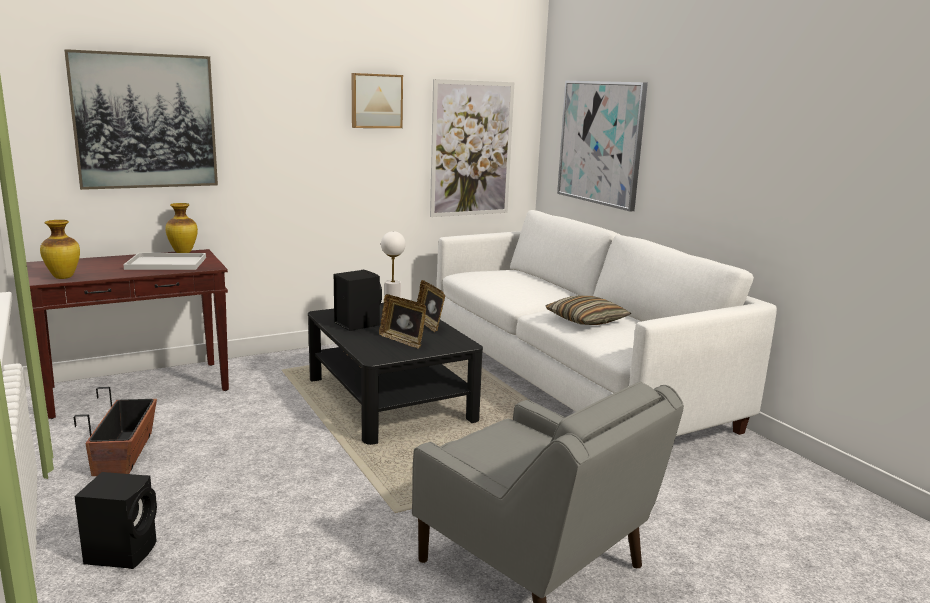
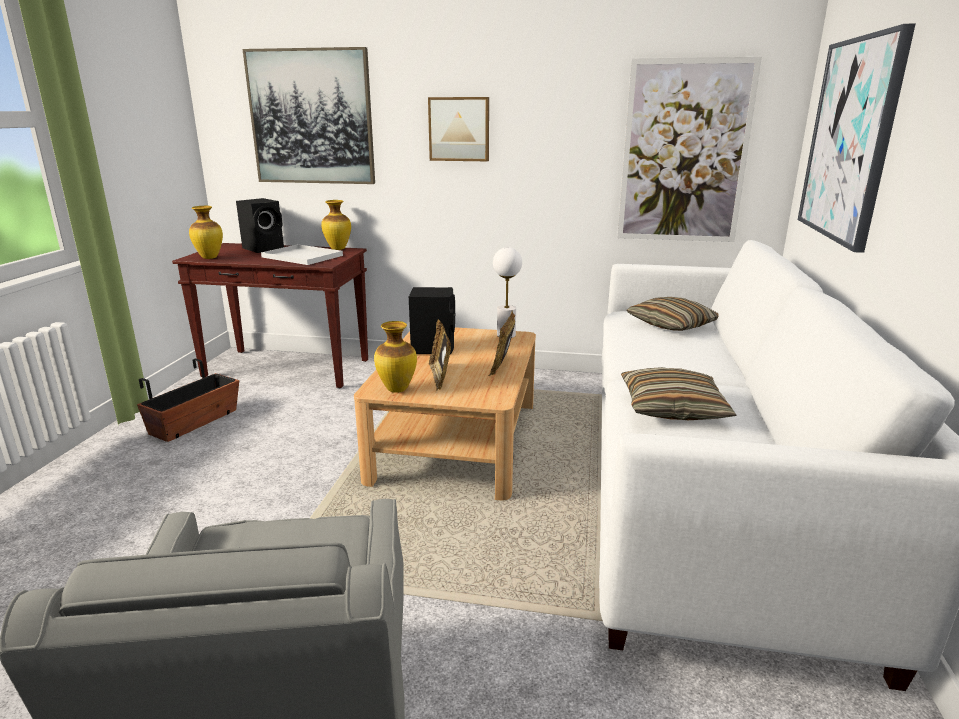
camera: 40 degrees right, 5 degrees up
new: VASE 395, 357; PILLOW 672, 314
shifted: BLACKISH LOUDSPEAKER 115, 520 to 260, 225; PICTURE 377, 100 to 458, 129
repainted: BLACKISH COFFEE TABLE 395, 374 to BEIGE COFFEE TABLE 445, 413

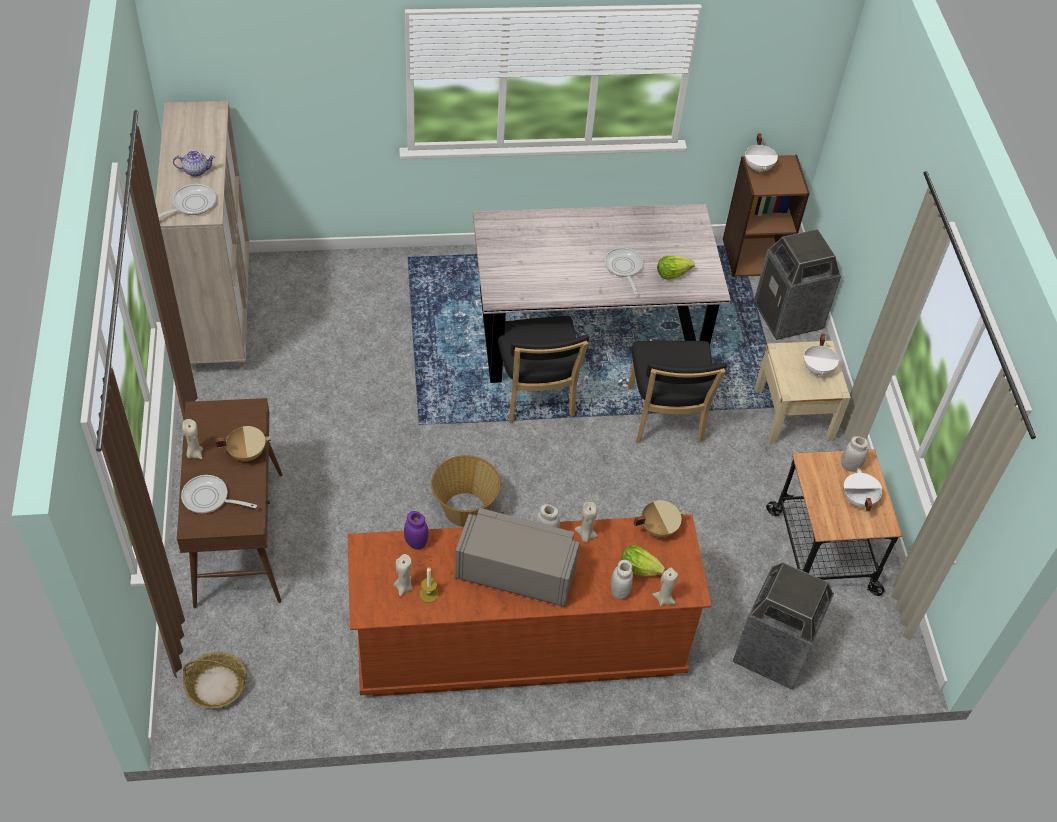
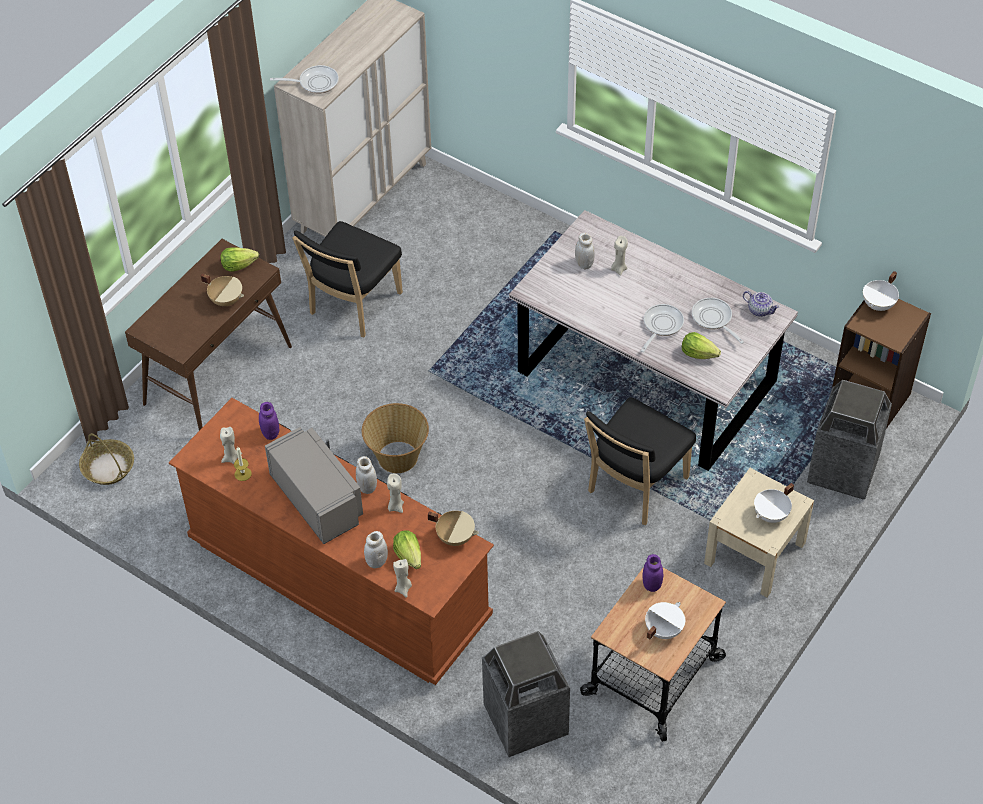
camera: 45 degrees right, 0 degrees up
new: LETTUCE HEAD 239, 259; PURPLE-COLOURED STORAGE JAR 653, 573
shifted: TEAPOT 194, 163 to 761, 304; FRYING PAN 219, 494 to 718, 321; BEIGE WAX LIGHT 192, 439 to 619, 256; BLACKISH UPRIGHT CHAIR 543, 369 to 347, 279; WHITE STORAGE JAR 855, 454 to 585, 251

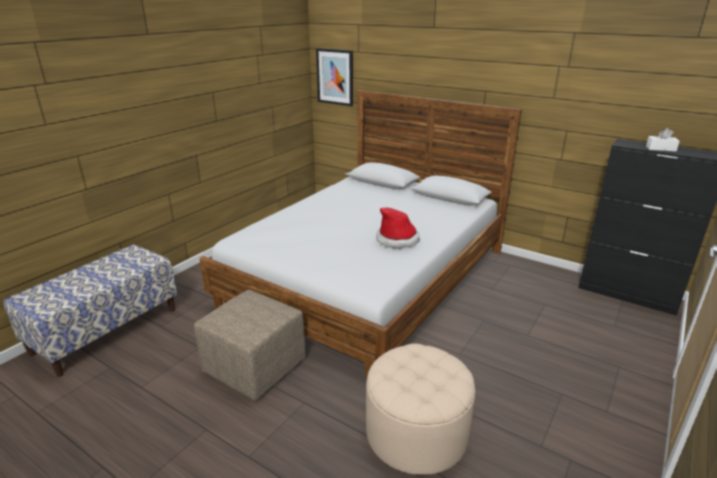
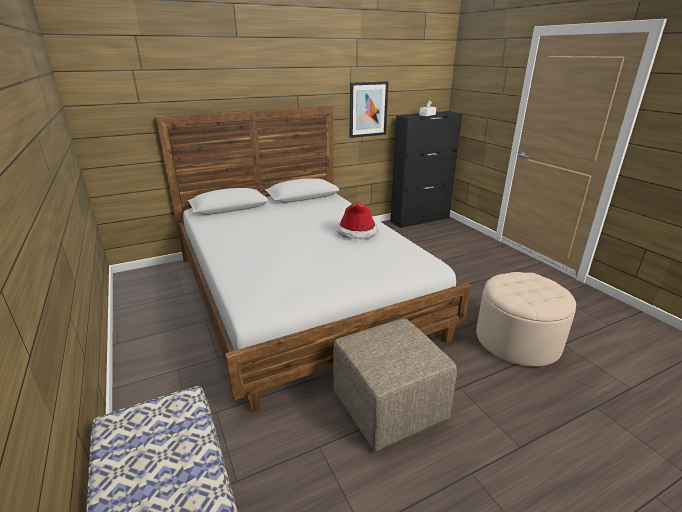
camera: 60 degrees left, 0 degrees up
shifted: PICTURE 334, 77 to 369, 109

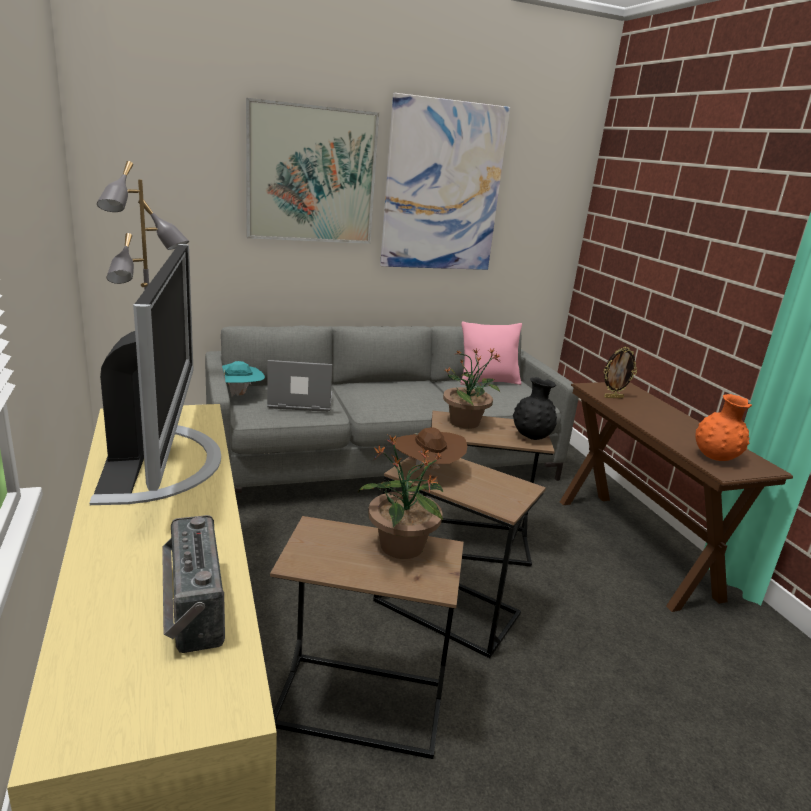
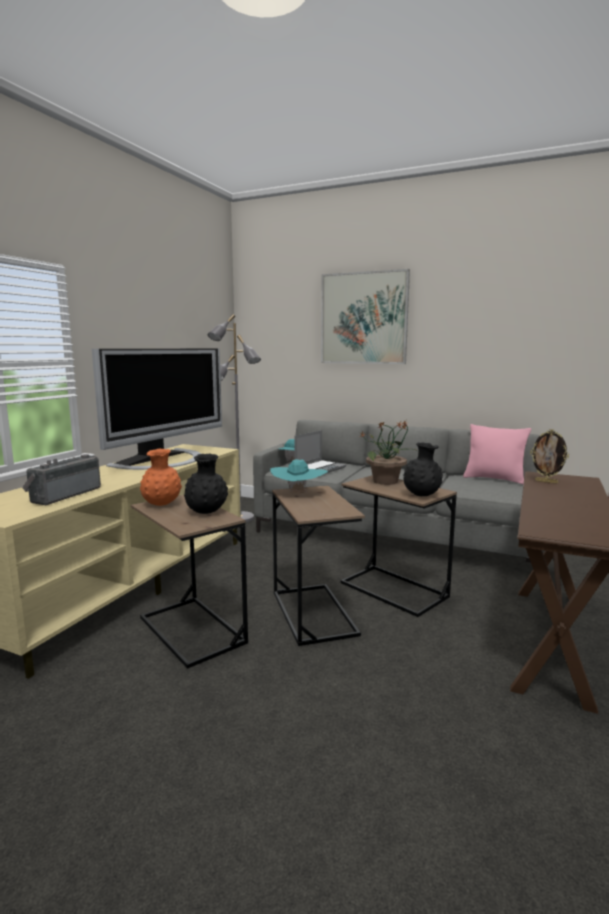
camera: 45 degrees right, 10 degrees down
gone: PICTURE 445, 181
shifted: ORANGEY VASE 723, 427 to 161, 477
swapped: POTTED PLANT 400, 497 to BLACKISH VASE 206, 483
repainted: BROWN-COLOURED CLOTHING HAT 430, 449 to BLUE-GREEN CLOTHING HAT 299, 476
rotated: NOTEBOOK COMPUTER 299, 386 = 320, 452 90 degrees clockwise

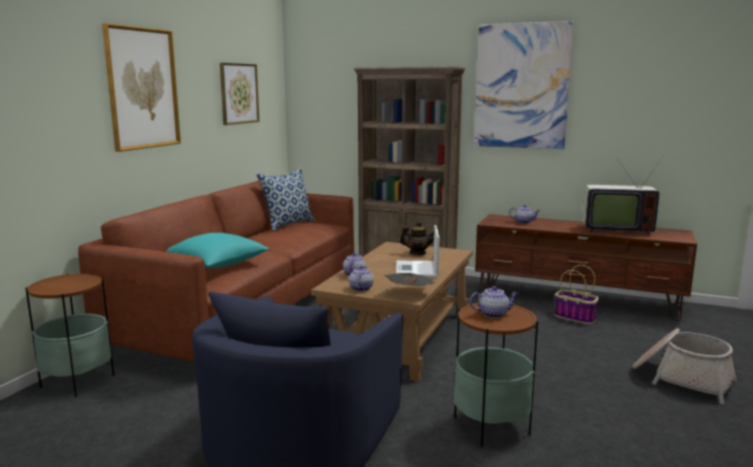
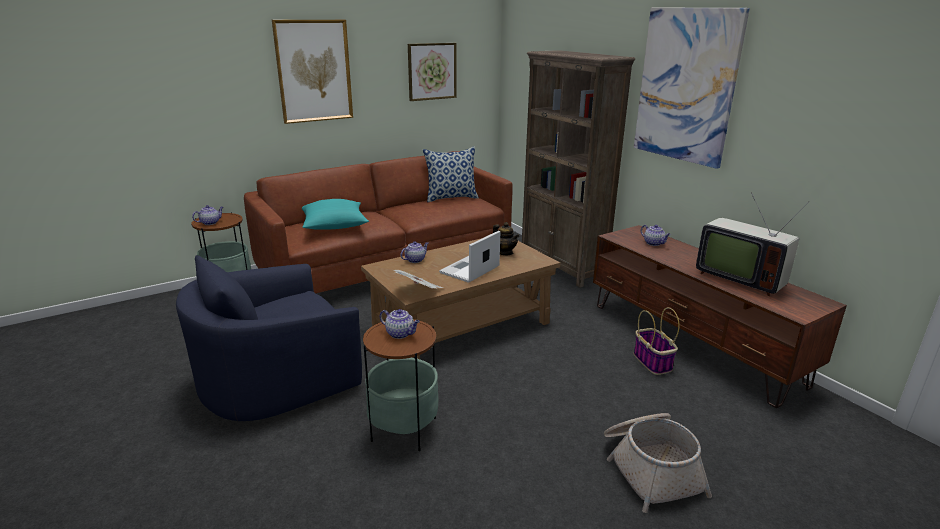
camera: 35 degrees right, 10 degrees up
shifted: TEAPOT 361, 278 to 207, 215

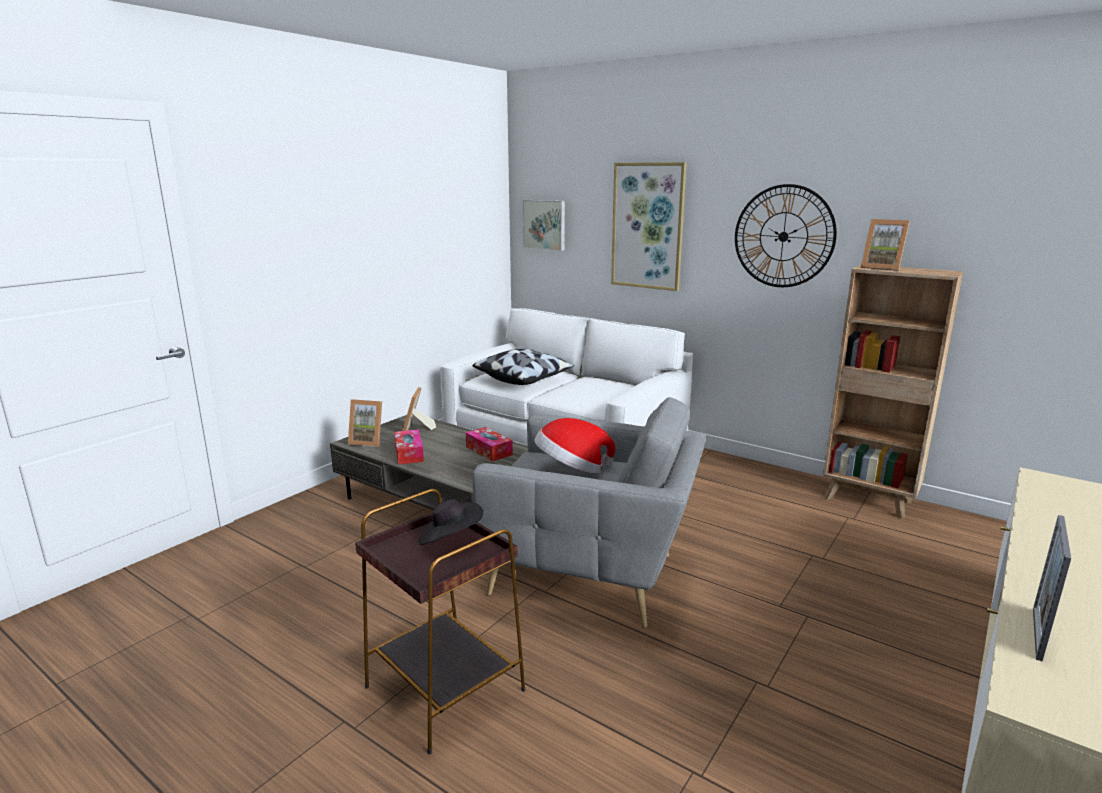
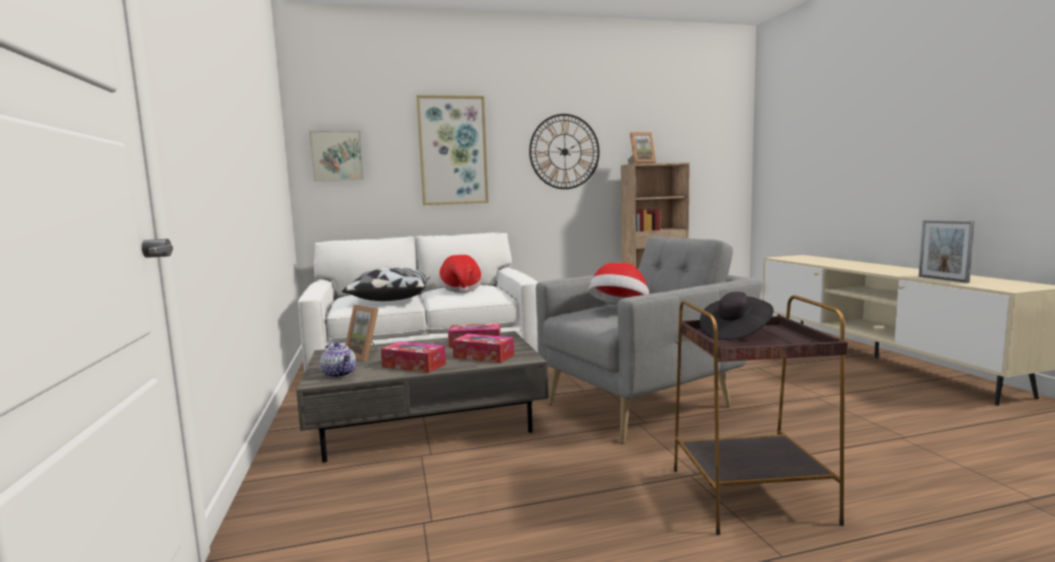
camera: 50 degrees left, 10 degrees down
new: CLOTHING HAT 460, 274; TISSUE HOLDER 483, 348
swapped: PICTURE FRAME 365, 423 to TEAPOT 338, 360

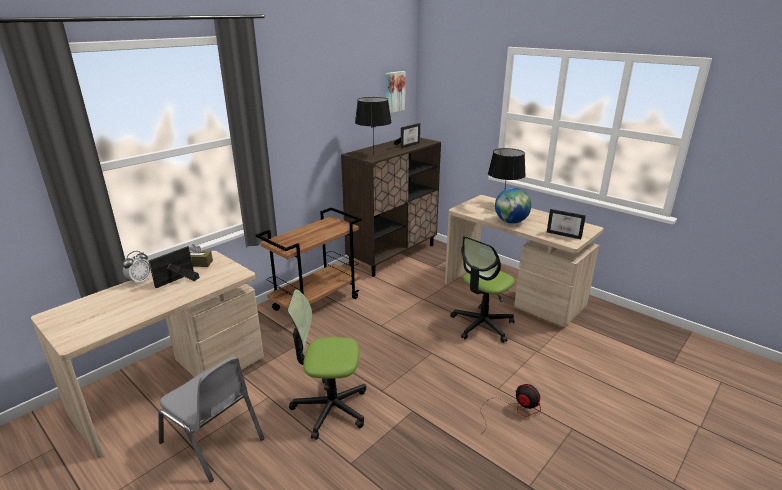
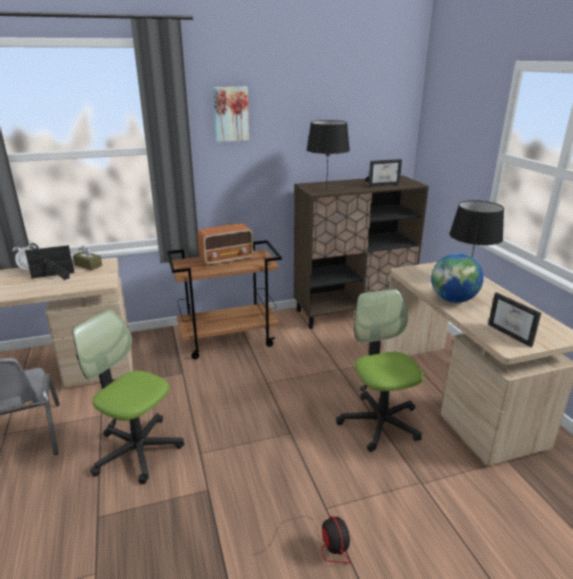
camera: 30 degrees right, 0 degrees up
new: RADIO 225, 244
shifted: PICTURE 395, 92 to 231, 114
rotated: OFFICE CHAIR 482, 289 = 380, 370 90 degrees clockwise

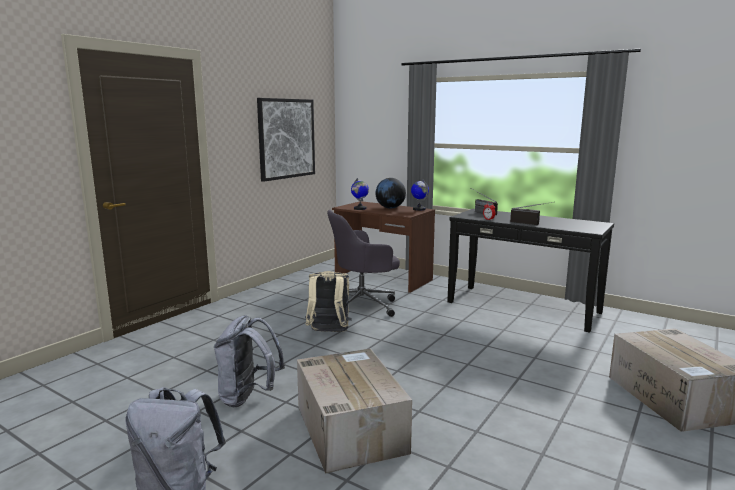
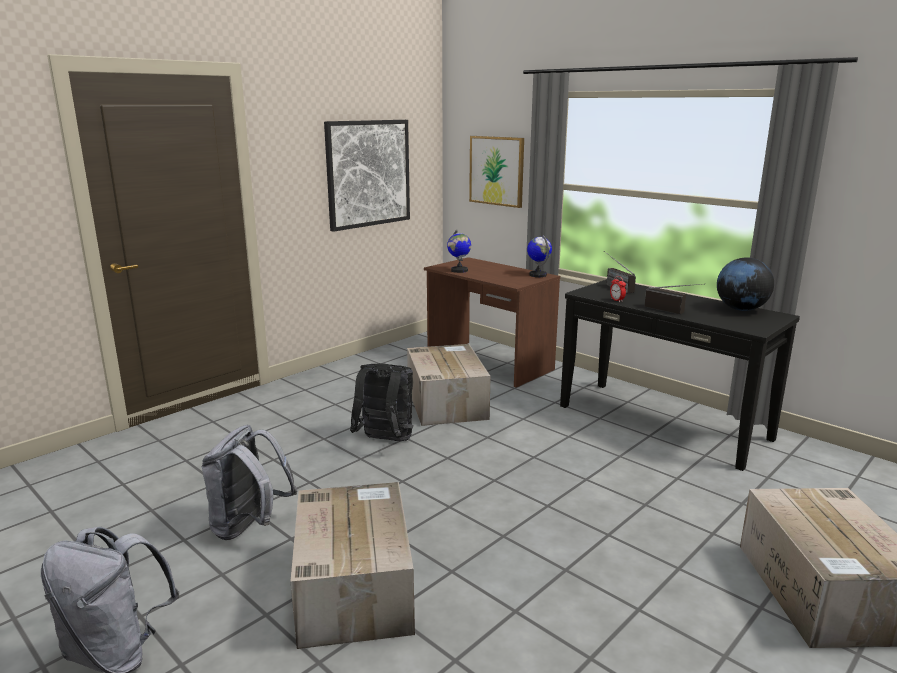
camera: 10 degrees right, 5 degrees up
new: PICTURE 496, 172
shifted: WORLD GLOBE 391, 193 to 745, 284
swapped: GREYISH OFFICE CHAIR 363, 263 to CARTON 449, 385
repainted: BEIGE BACKPACK 328, 301 to BLACKISH BACKPACK 381, 402

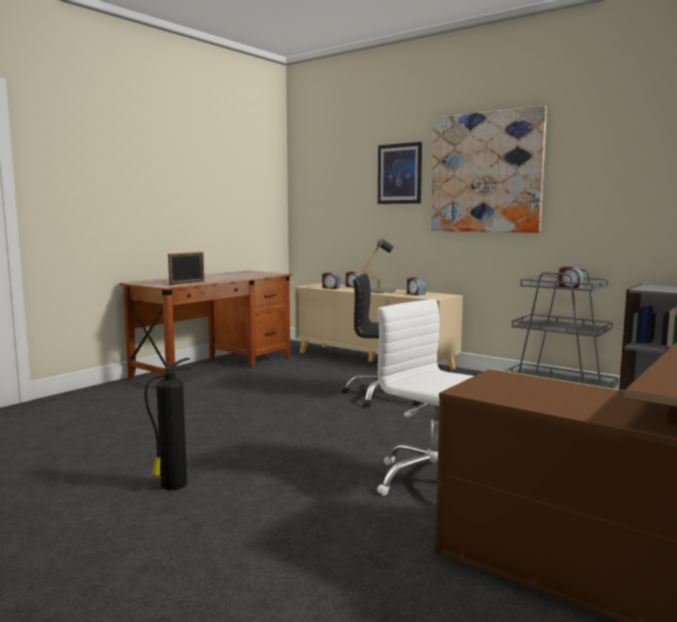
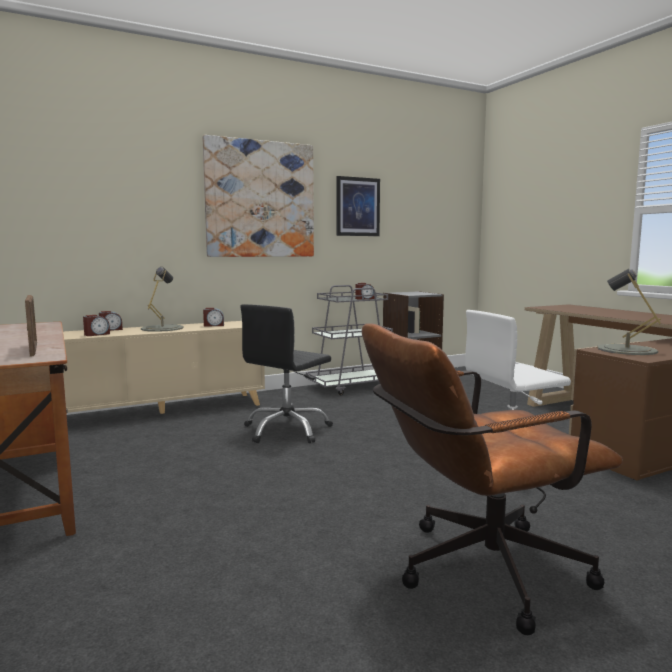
camera: 65 degrees left, 0 degrees up
new: GREYISH LAMP FOR A TABLE 629, 312
shifted: PICTURE 400, 173 to 358, 206
swapped: EXTINGUISHER 167, 424 to BROWN-COLOURED OFFICE CHAIR 492, 479

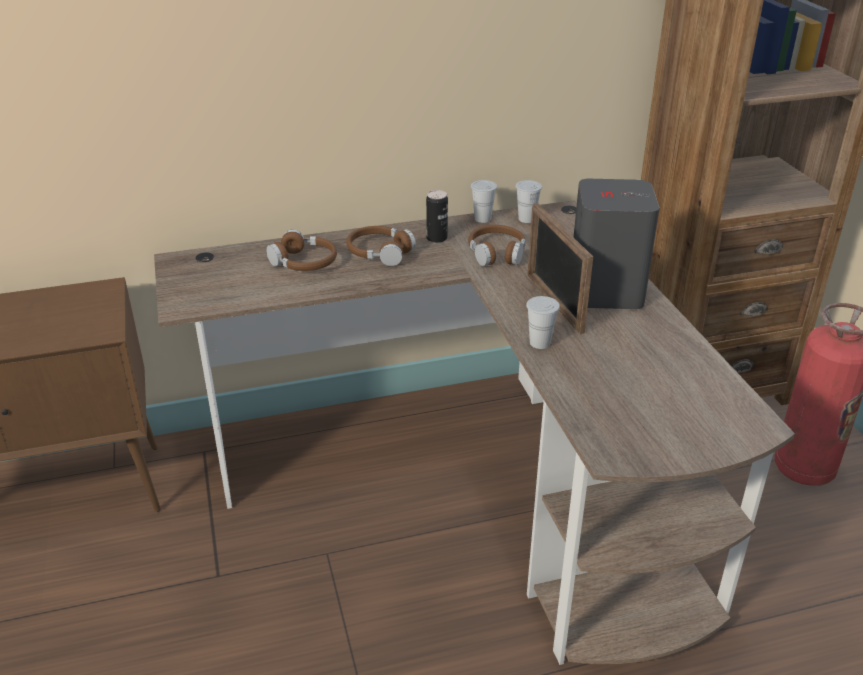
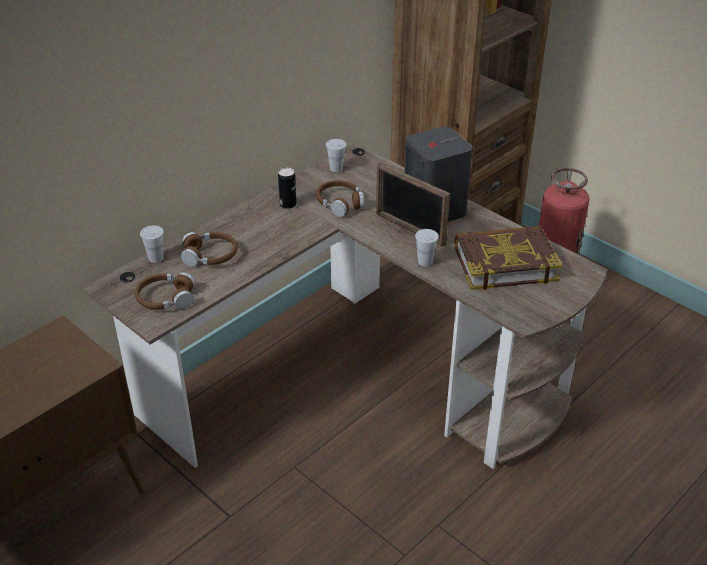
camera: 30 degrees left, 5 degrees up
new: BOOK 508, 258
shifted: BROWN-COLOURED HEADPHONES 381, 246 to 165, 291; WHITE DRINKING CUP 484, 201 to 152, 244

